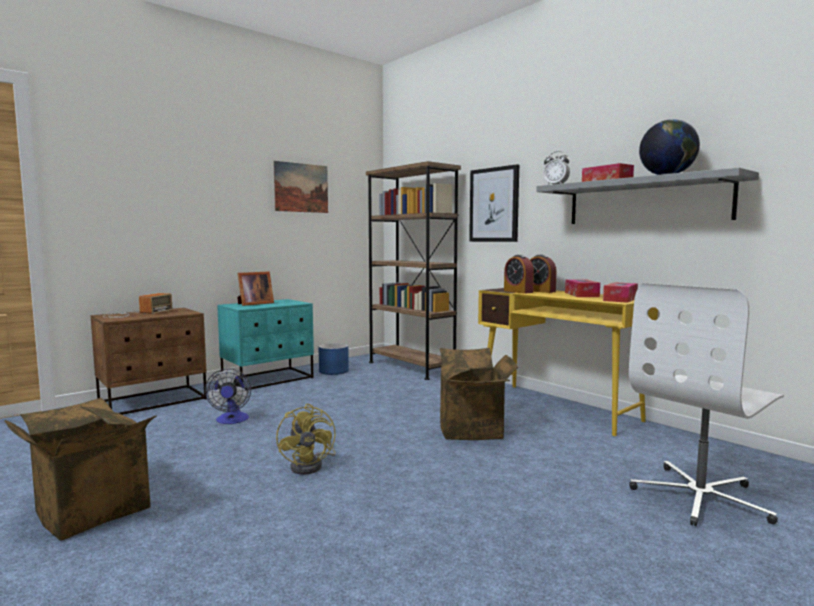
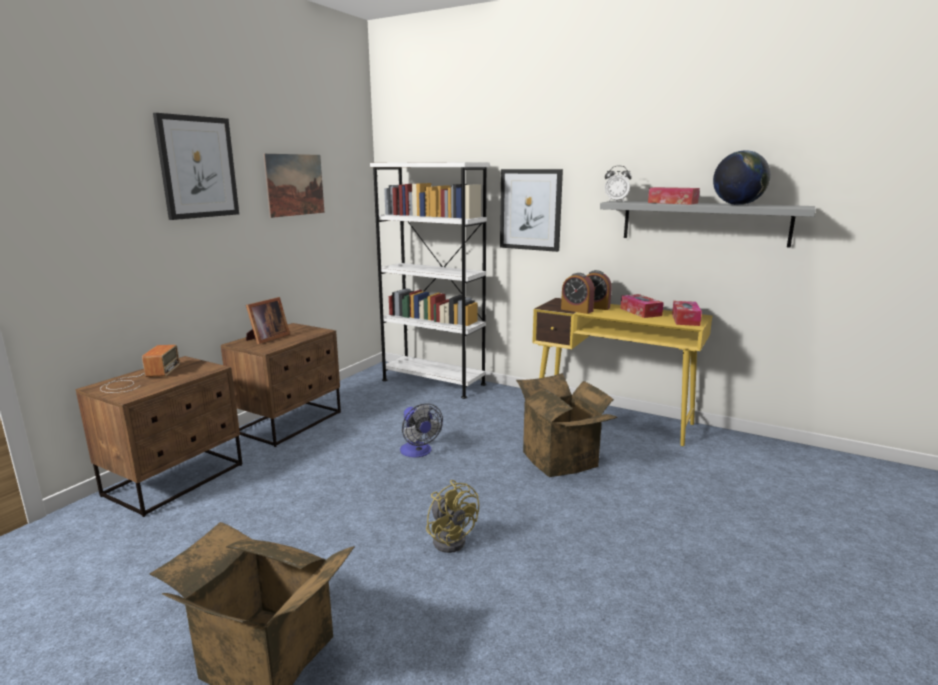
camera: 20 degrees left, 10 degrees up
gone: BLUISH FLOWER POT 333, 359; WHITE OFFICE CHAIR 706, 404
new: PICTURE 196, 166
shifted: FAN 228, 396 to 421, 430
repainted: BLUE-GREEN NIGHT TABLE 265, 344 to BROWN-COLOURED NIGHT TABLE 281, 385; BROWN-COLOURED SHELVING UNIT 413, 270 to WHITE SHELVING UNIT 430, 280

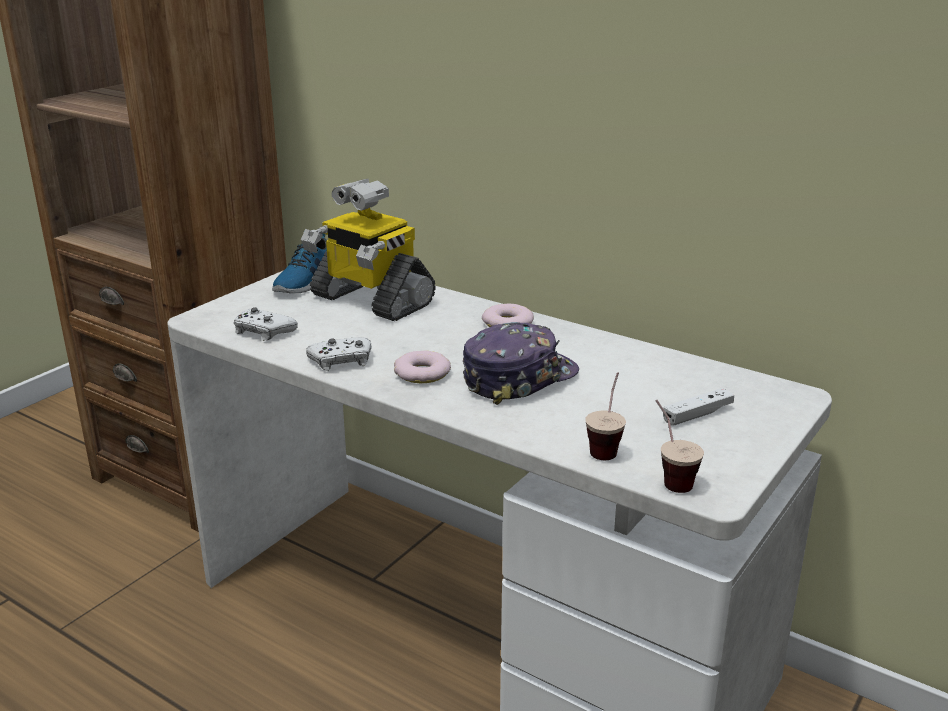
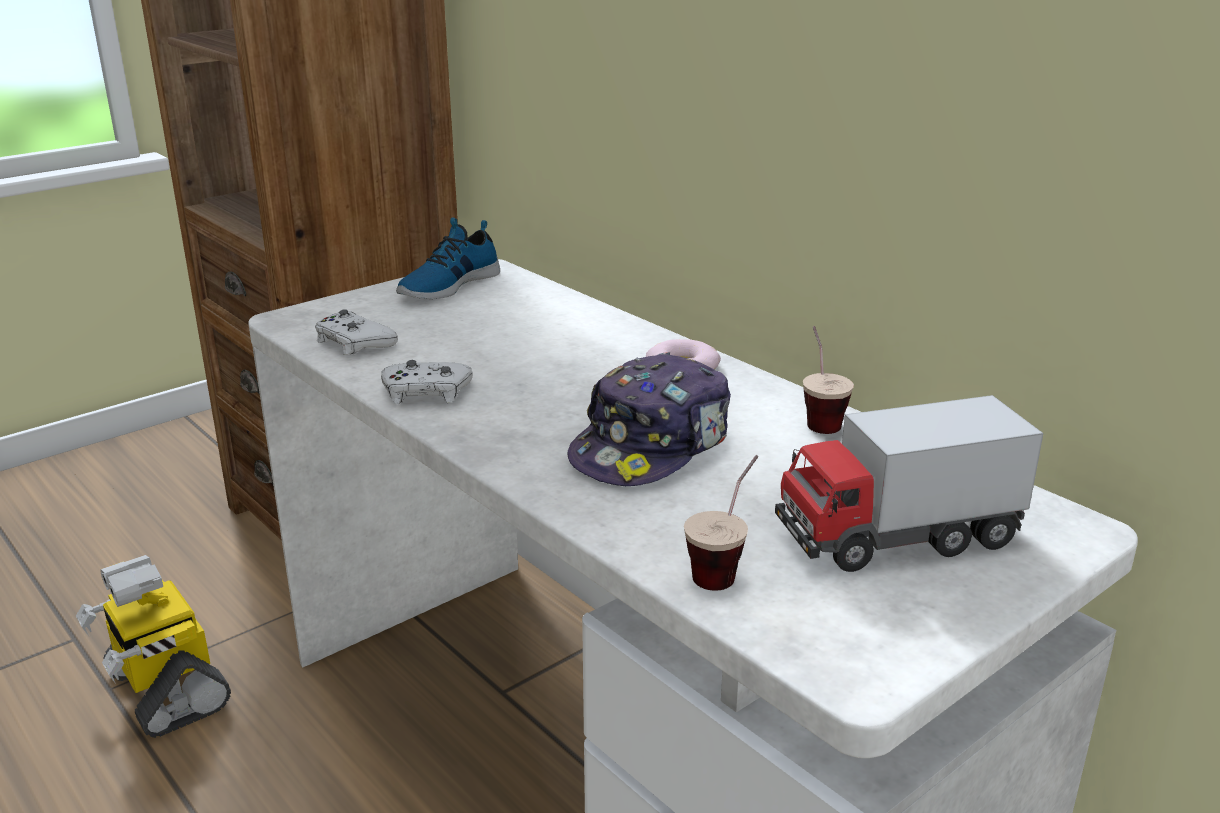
camera: 15 degrees right, 0 degrees up
gone: DONUT 422, 367
shifted: TOY ROBOT 368, 250 to 153, 646; DRINKING CUP 679, 446 to 828, 380
swapped: WHITE JOYPAD 698, 407 to MODEL TRUCK 909, 483
rotated: PEAKED CAP 521, 363 = 649, 419 150 degrees clockwise

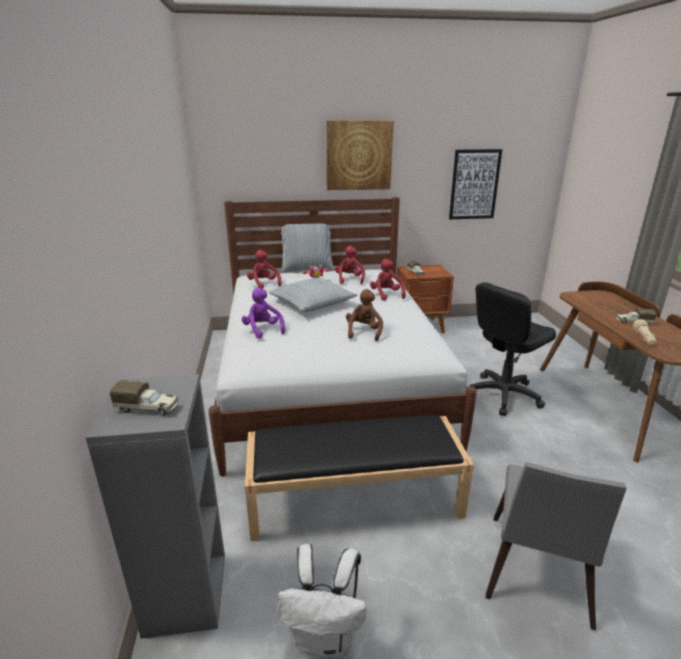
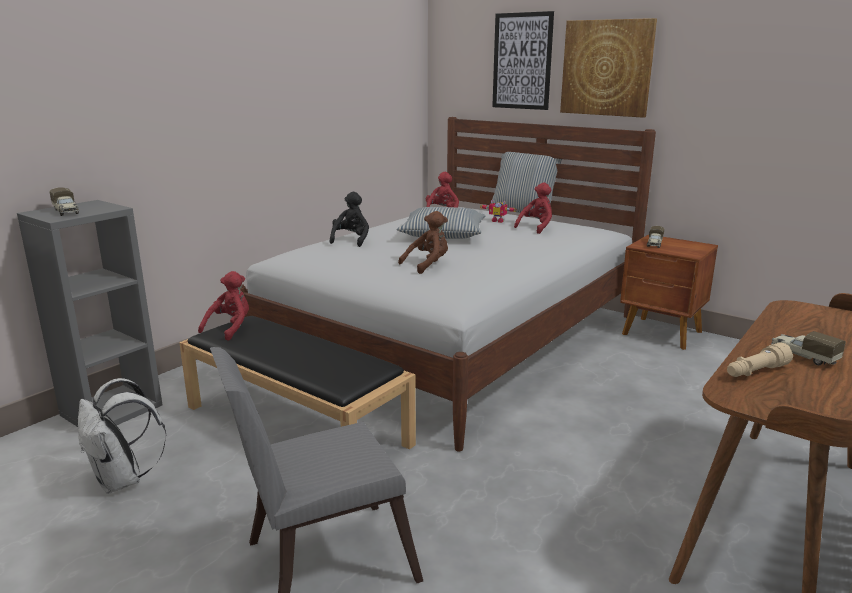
camera: 45 degrees right, 5 degrees down
gone: BLACKISH OFFICE CHAIR 513, 349
shifted: RED-COLOURED CUDDLY TOY 388, 280 to 223, 306; PICTURE 475, 184 to 523, 60
repainted: PURPLE-COLOURED CUDDLY TOY 263, 313 to BLACKISH CUDDLY TOY 349, 219

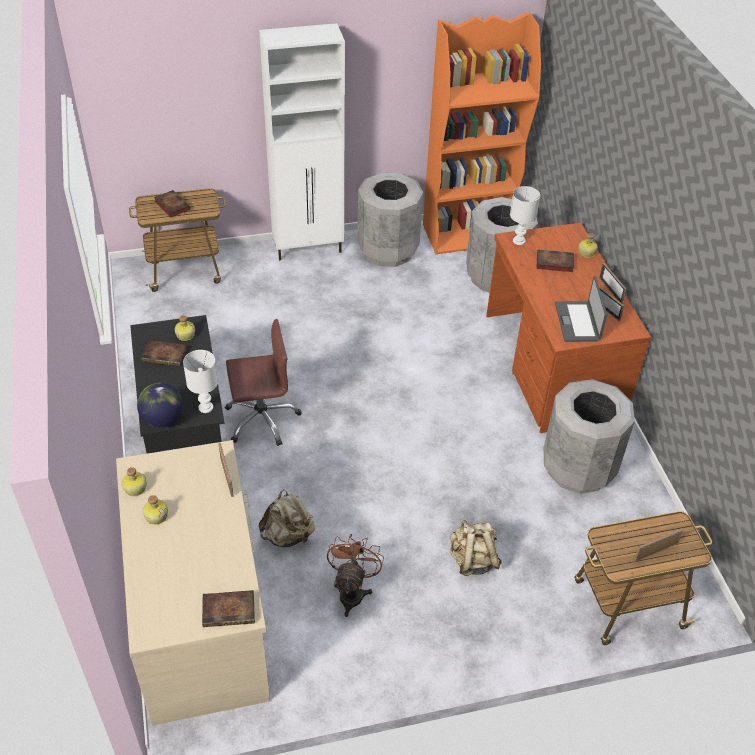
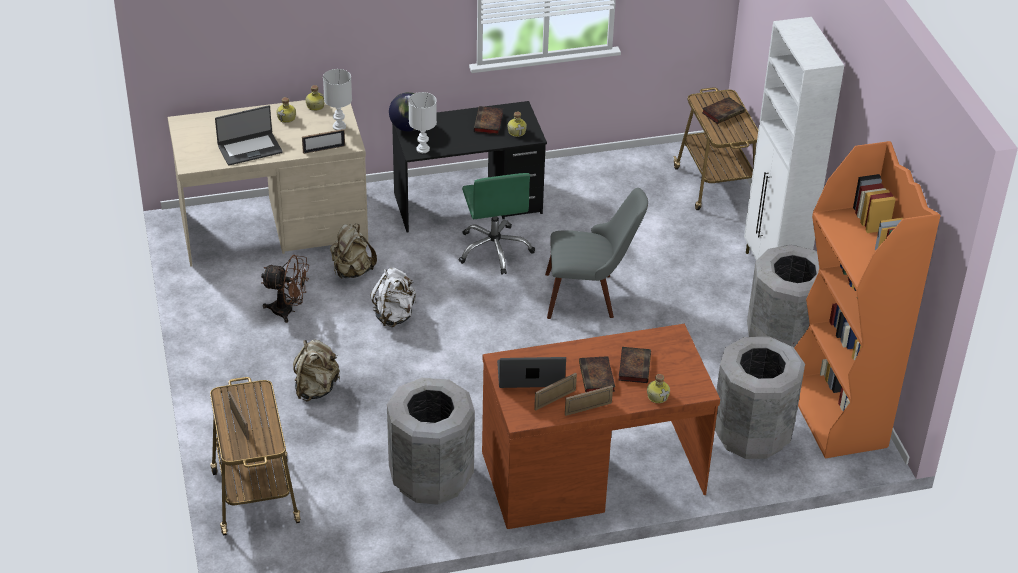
camera: 90 degrees right, 5 degrees down
new: NOTEBOOK COMPUTER 249, 135; WHITE BACKPACK 393, 297; GREYISH UPRIGHT CHAIR 596, 253
shifted: BOOK 228, 608 to 597, 374; WHITE LAMP FOR A TABLE 525, 215 to 337, 99
repainted: BROWN-COLOURED OFFICE CHAIR 263, 382 to GREEN OFFICE CHAIR 497, 224

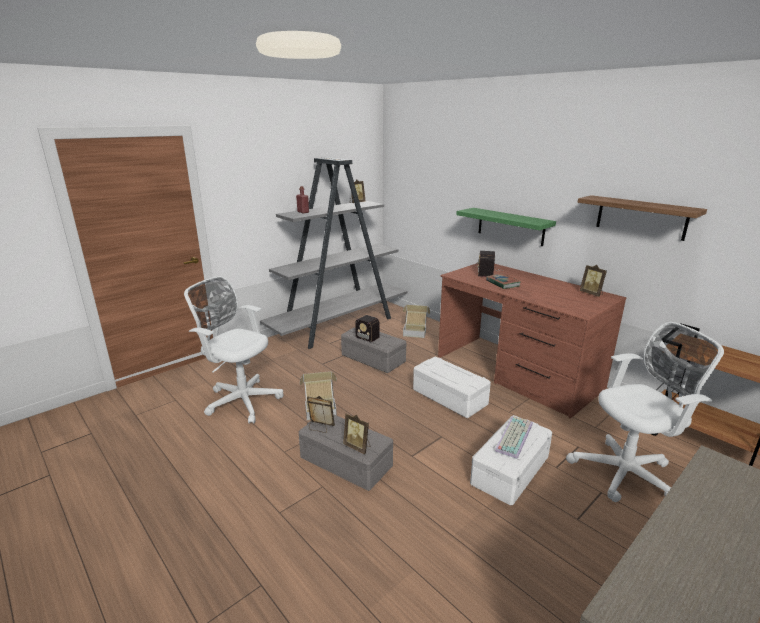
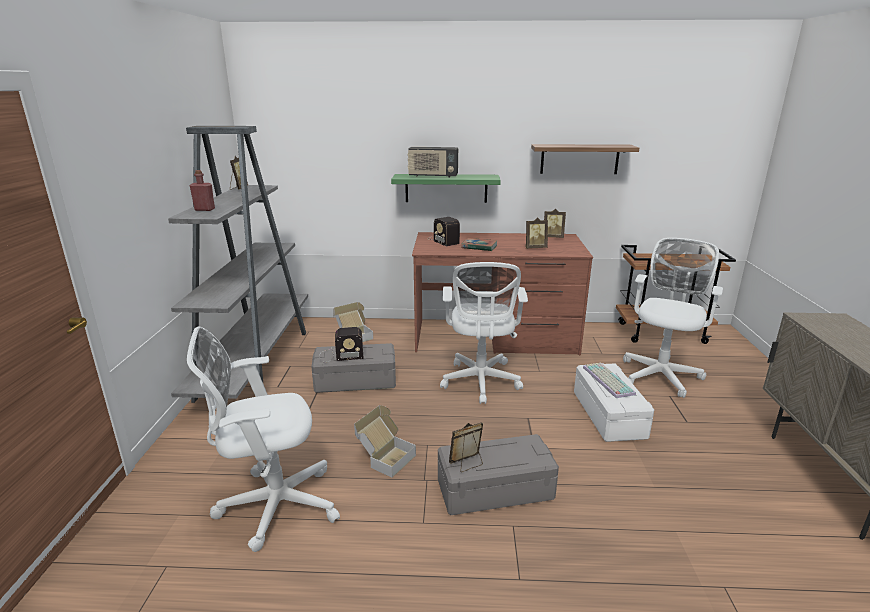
camera: 45 degrees left, 0 degrees up
new: RADIO 433, 162
shifted: PICTURE FRAME 356, 433 to 536, 233
swapped: WHITE STORAGE CONTAINER 452, 387 to WHITE OFFICE CHAIR 484, 333

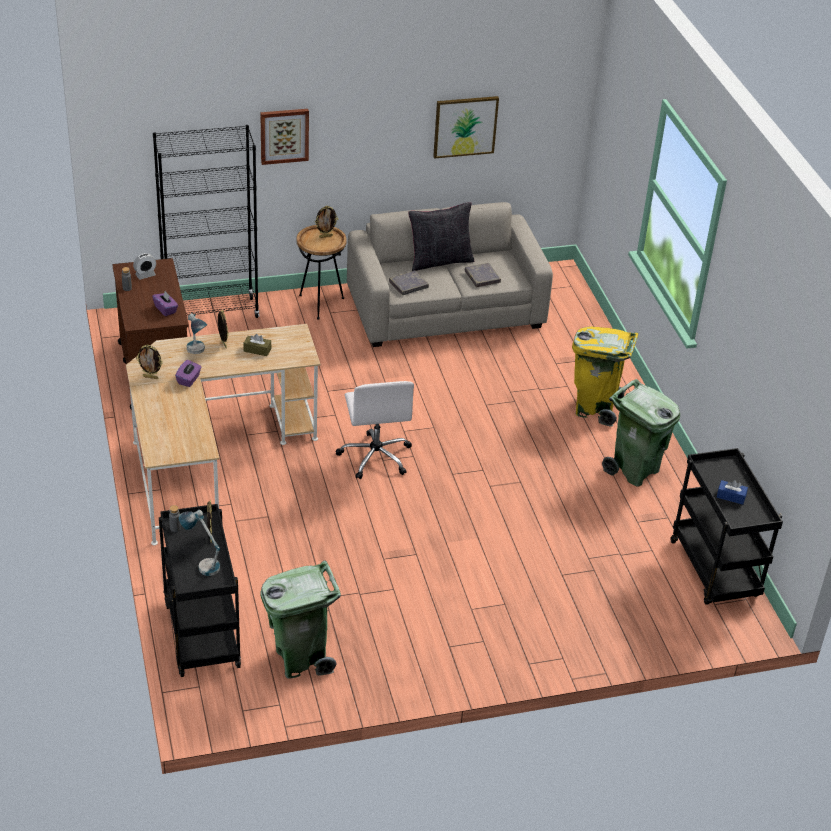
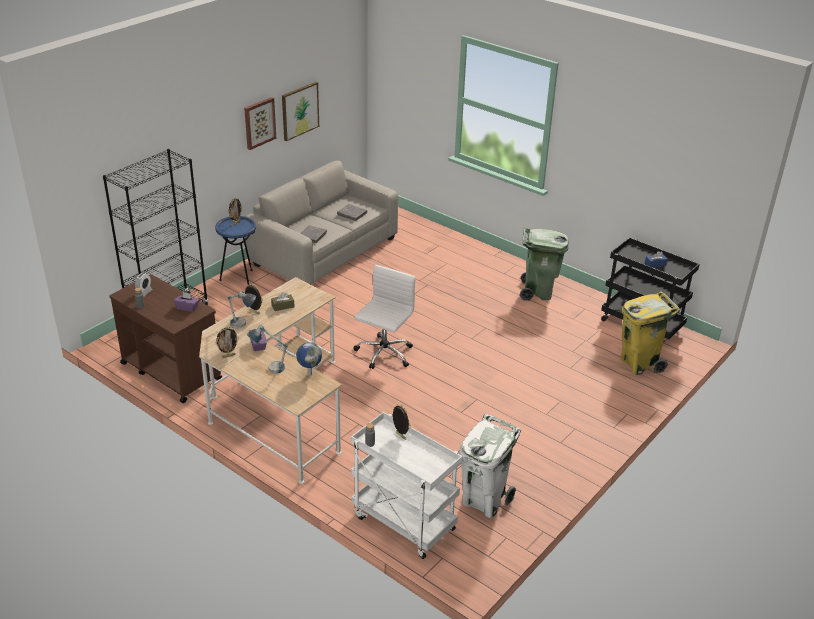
camera: 35 degrees left, 5 degrees down
gone: BLACKISH PILLOW 441, 236
new: WORLD GLOBE 309, 359
shifted: LAMP FOR A TABLE 199, 543 to 267, 349; PICTURE 284, 137 to 260, 123; YELLOW WASTE BIN 605, 376 to 650, 333
repainted: BLACKISH TROLLEY 200, 590 to WHITE TROLLEY 406, 485; GREEN WASTE BIN 300, 619 to WHITE WASTE BIN 490, 466; BROWN-COLOURED END TABLE 321, 272 to BLUISH END TABLE 235, 250
rotated: WHITE OFFICE CHAIR 375, 430 = 385, 317 105 degrees counterclockwise

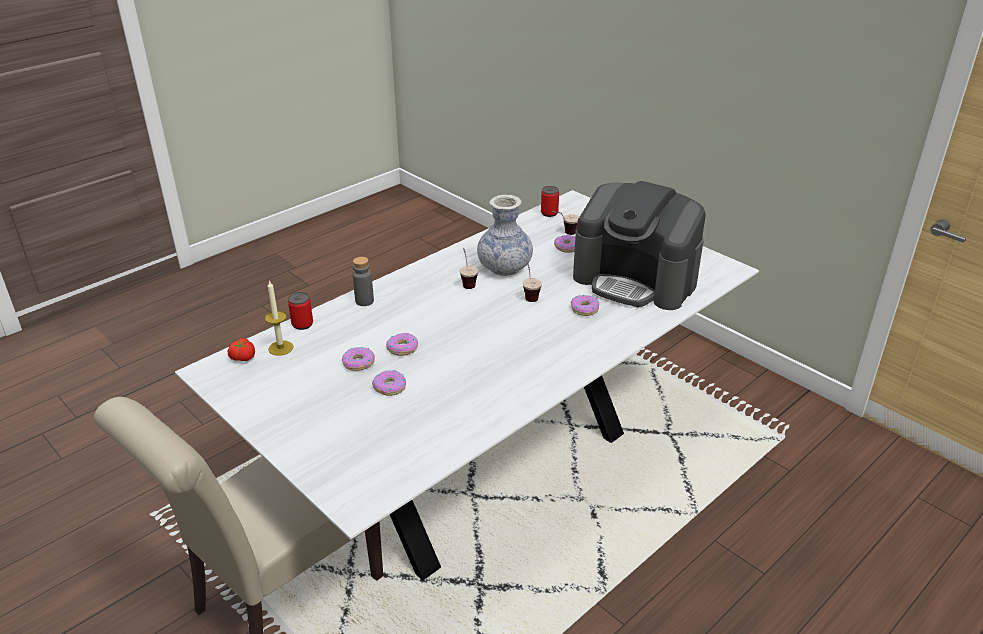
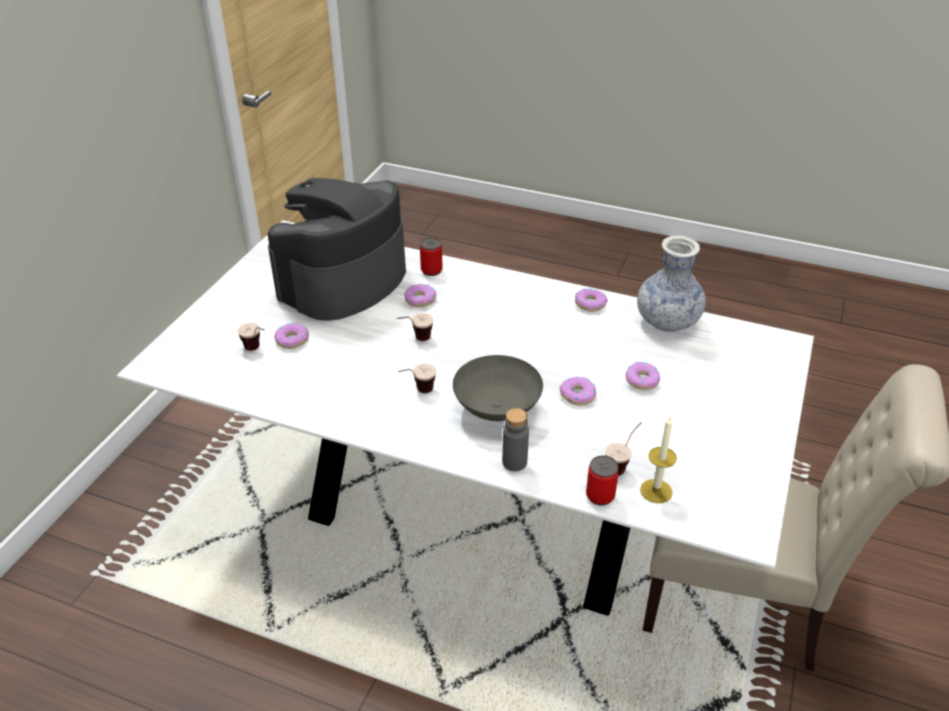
camera: 115 degrees left, 5 degrees up
gone: WHOLE TOMATO 241, 349
new: GREYISH BOWL 498, 388; DRINKING CUP 623, 449
shifted: DONUT 358, 359 to 591, 300; VASE 505, 235 to 671, 284; CAN 550, 201 to 431, 257
rotated: COFFEE MAKER 639, 245 = 336, 249 150 degrees counterclockwise

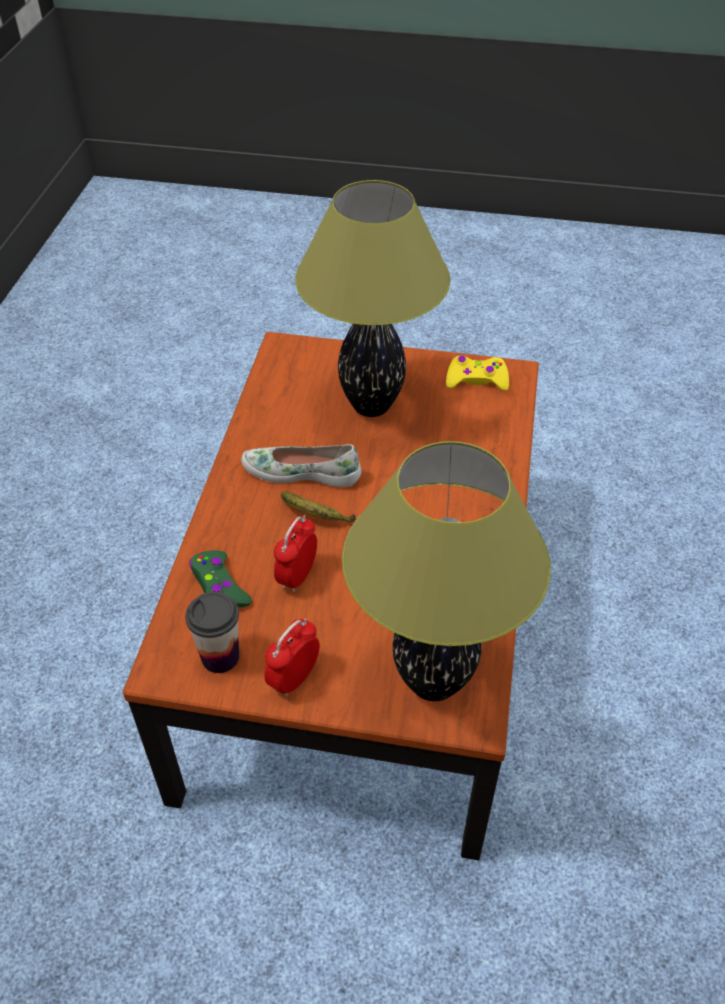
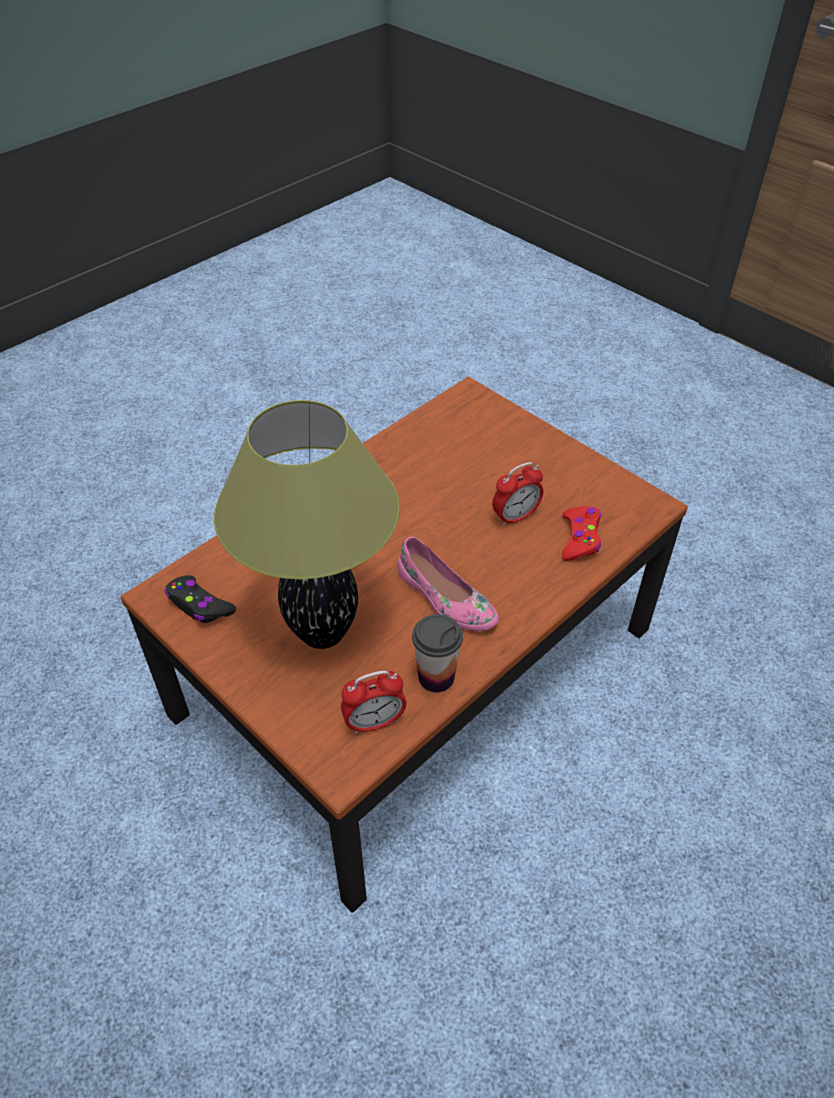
camera: 145 degrees left, 0 degrees up
gone: BANANA FRUIT 318, 507; LAMP FOR A TABLE 446, 571
shifted: DRINKING CUP 212, 632 to 437, 653; BEDSIDE CLOCK 292, 658 to 373, 702
repainted: GREEN JOYPAD 221, 578 to RED-COLOURED JOYPAD 581, 533; WHITE LOW SHOE 301, 465 to PINK-COLOURED LOW SHOE 448, 584; YELLOW JOYPAD 477, 373 to BLACKISH JOYPAD 200, 599

